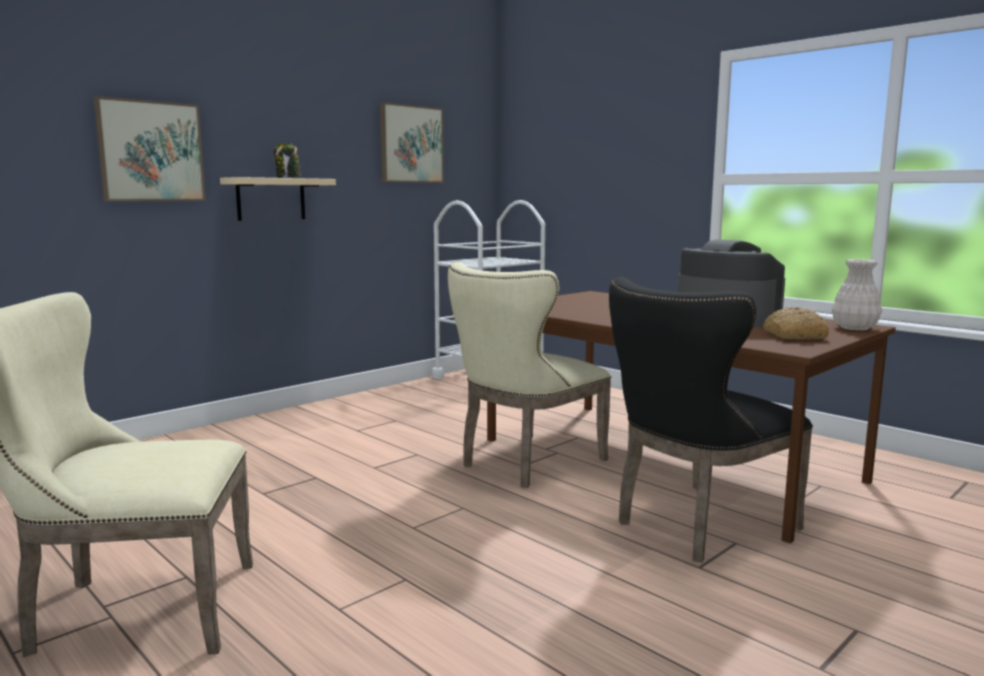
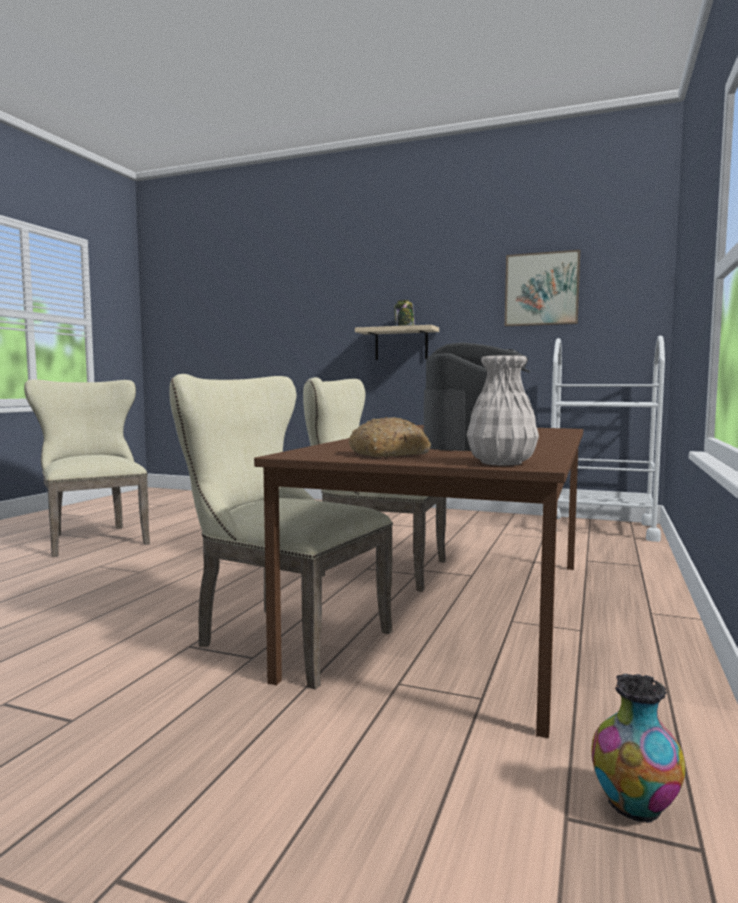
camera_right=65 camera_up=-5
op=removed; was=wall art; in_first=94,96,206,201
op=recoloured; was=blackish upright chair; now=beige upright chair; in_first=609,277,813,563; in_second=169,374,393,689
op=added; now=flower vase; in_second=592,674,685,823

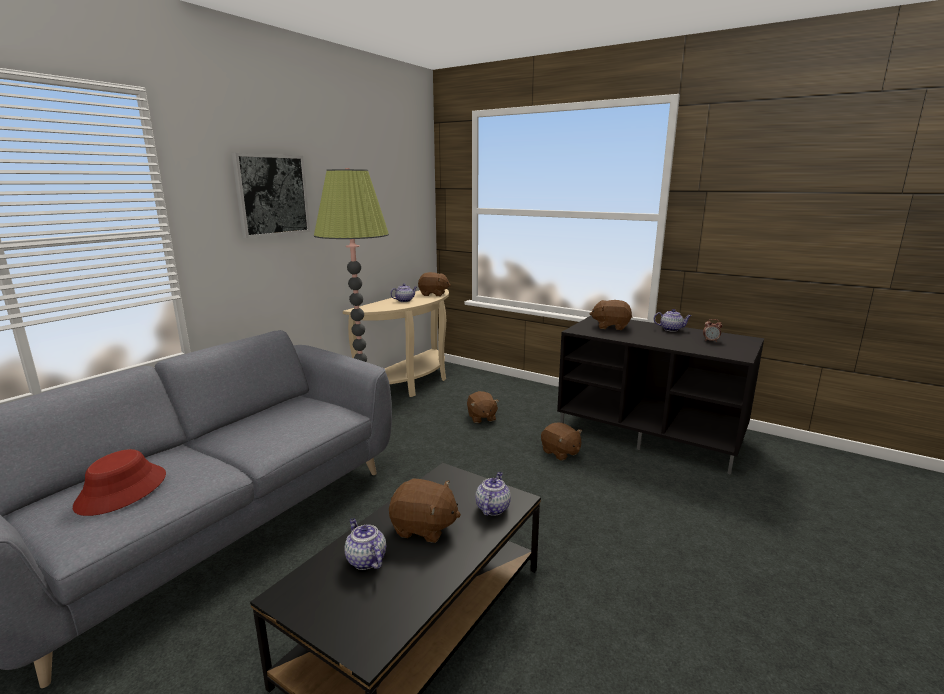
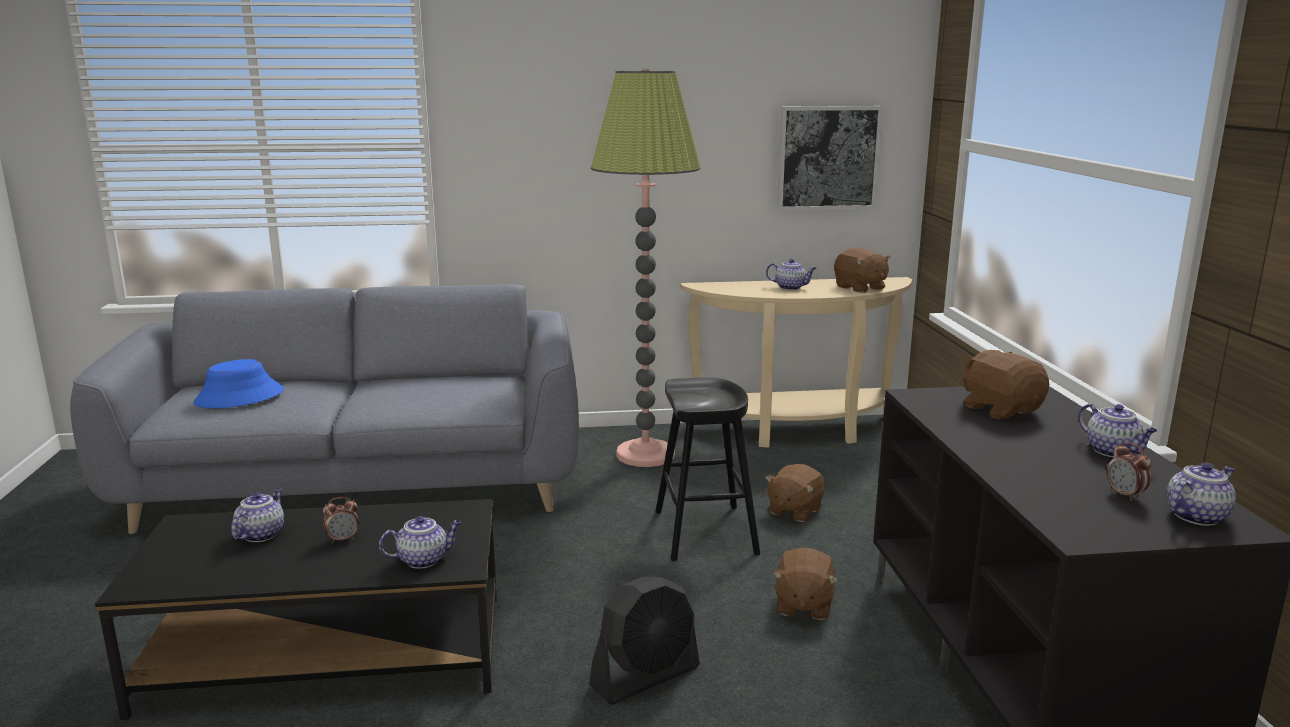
camera_right=50 camera_up=0
op=moved; was=wall art; in_first=232,153,310,238; in_second=777,106,883,210
op=recoloured; was=red-coloured hat; now=blue-coloured hat; in_first=73,449,166,516; in_second=194,359,284,408
op=replaced; was=brown plush toy; now=bedside clock; in_first=389,479,461,543; in_second=323,497,359,543
op=added; now=blackish stool; in_second=655,377,760,561
op=added; now=teapot; in_second=1166,463,1236,526
op=added; now=blackish fan; in_second=589,577,700,705

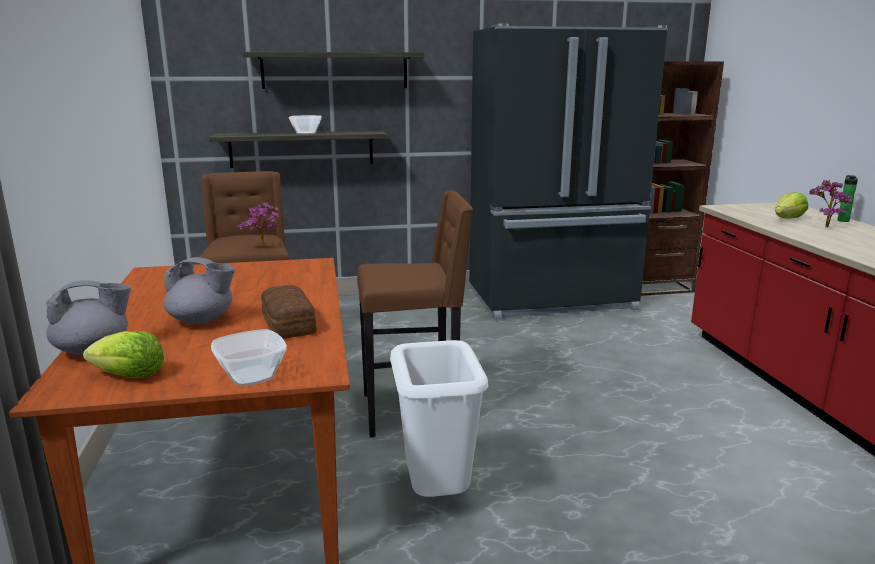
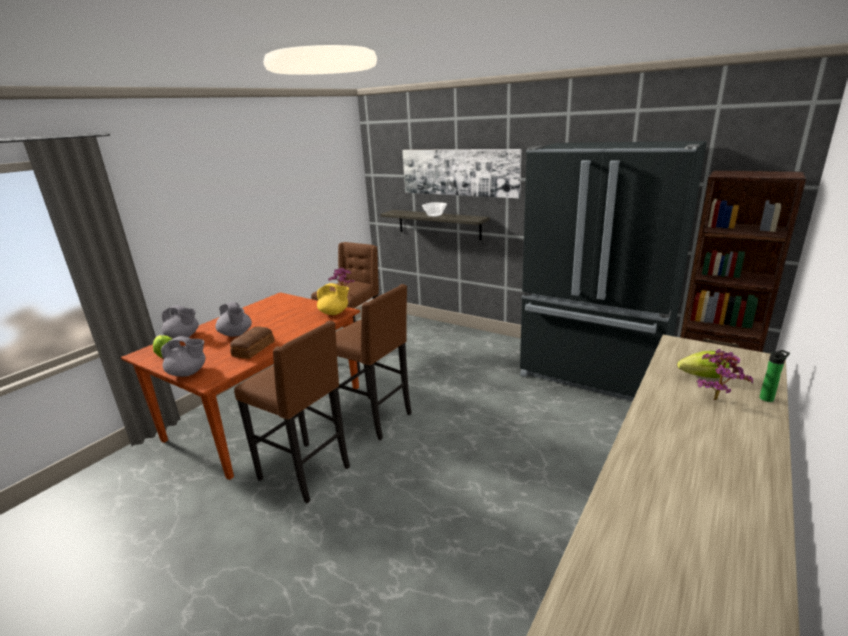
camera_right=45 camera_up=5
op=replaced; was=bracket shelf; now=wall art; in_first=243,52,424,89; in_second=402,149,521,198
op=replaced; was=deep dish; now=greyish teapot; in_first=211,329,287,386; in_second=161,336,205,377
op=replaced; was=white waste bin; now=brown stool; in_first=390,340,488,497; in_second=234,321,350,503
op=added; now=yellow teapot; in_second=317,283,349,315

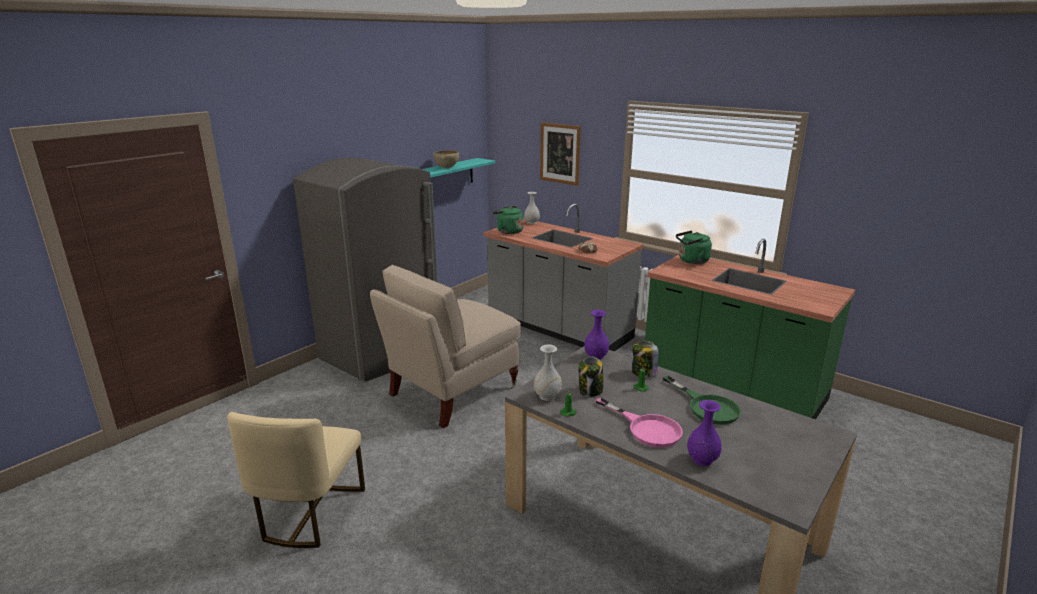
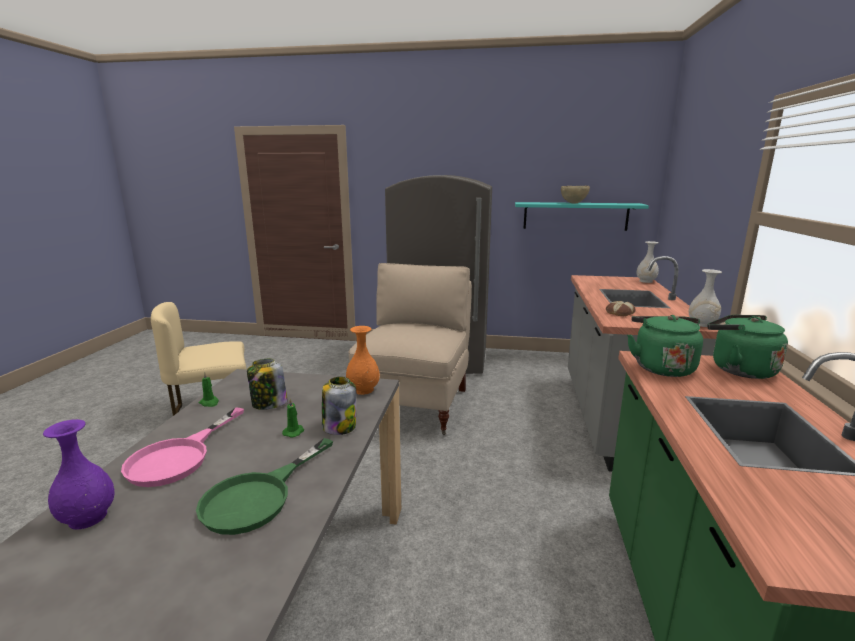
camera_right=60 camera_up=-5
op=removed; was=wall art; in_first=540,122,581,186
op=moved; was=greenish water kettle; in_first=492,206,524,234; in_second=627,315,703,377
op=turned; was=beige upright chair; in_first=370,265,521,428; in_second=348,263,472,435; clockwise=90
op=recoloured; was=purple flower vase; now=orangey flower vase; in_first=584,310,609,360; in_second=346,326,380,395
op=moved; was=white flower vase; in_first=534,345,562,401; in_second=689,269,722,327

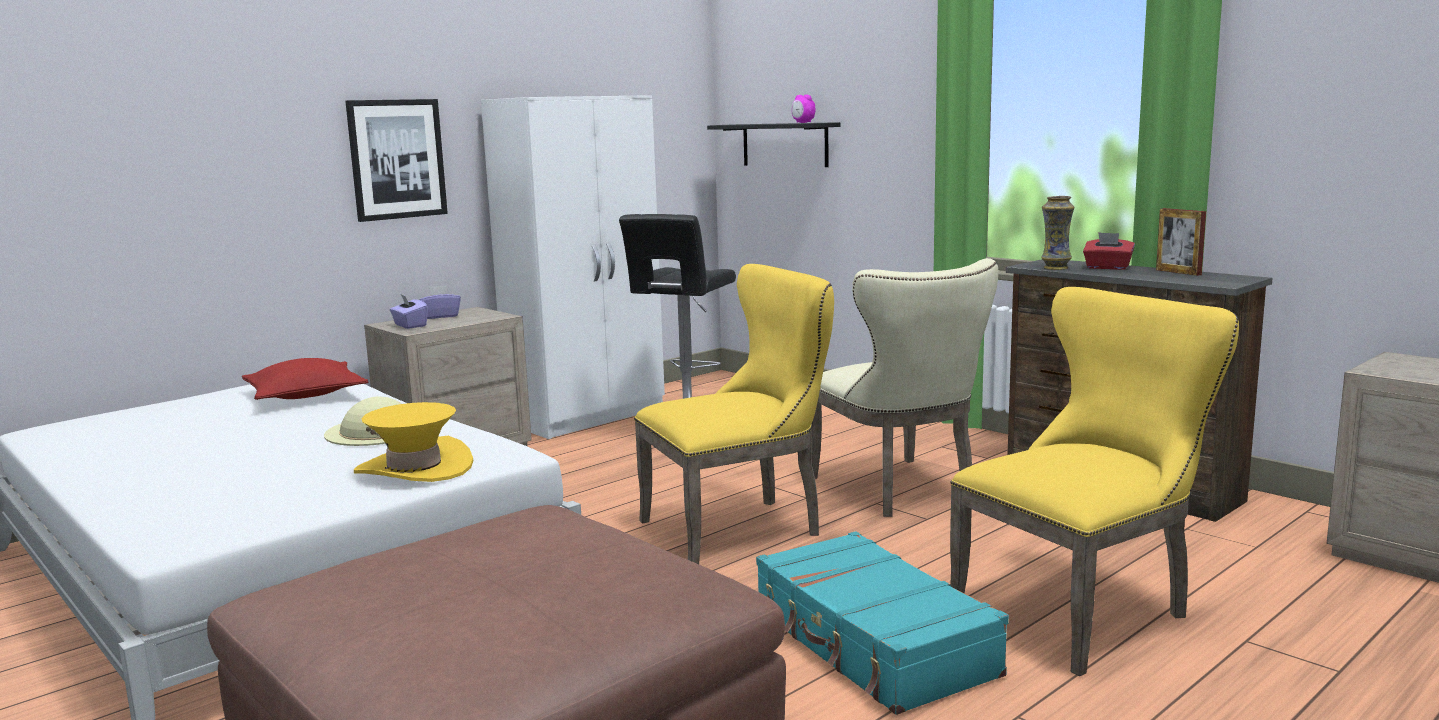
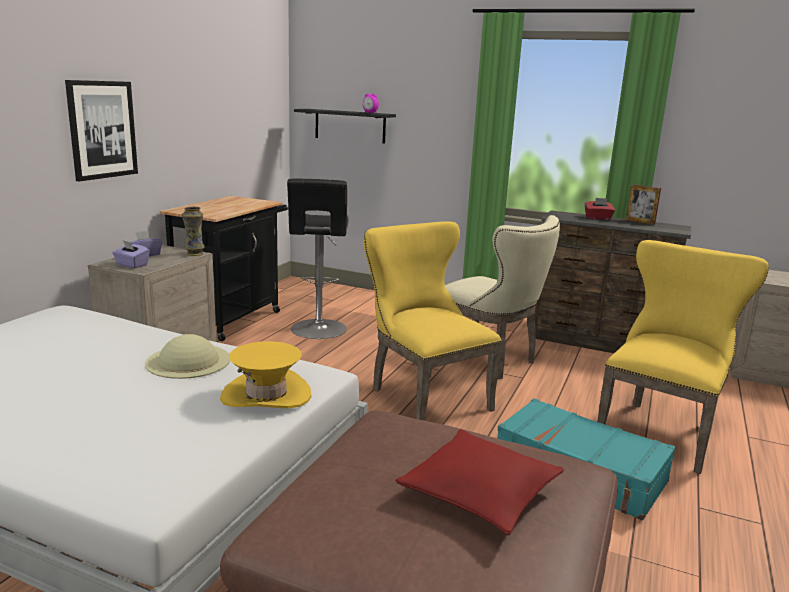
camera_right=-25 camera_up=5
op=replaced; was=white armoire; now=blackish wheeled cart; in_first=481,95,665,439; in_second=160,196,288,341
op=moved; was=flower vase; in_first=1041,196,1074,270; in_second=182,207,205,256
op=turned; was=yellow upright chair; in_first=634,264,834,564; in_second=363,221,502,421; clockwise=-75
op=moved; was=red-coloured pillow; in_first=242,358,368,400; in_second=395,429,564,535

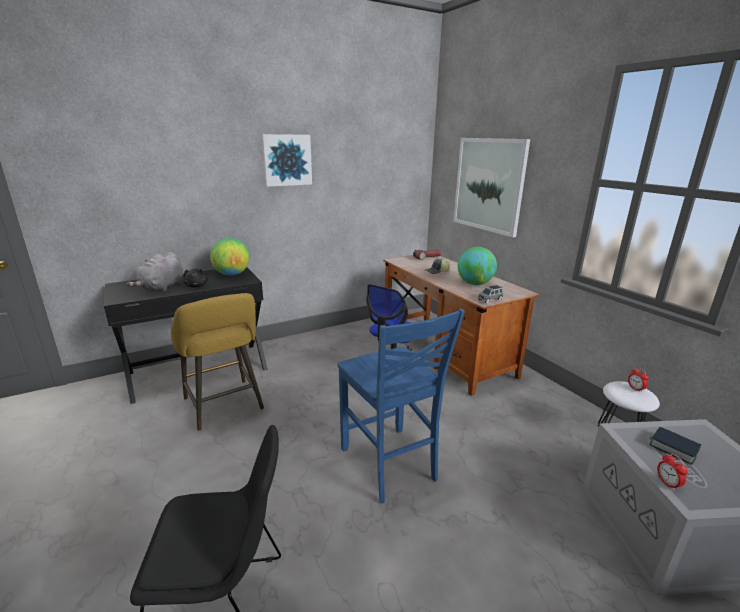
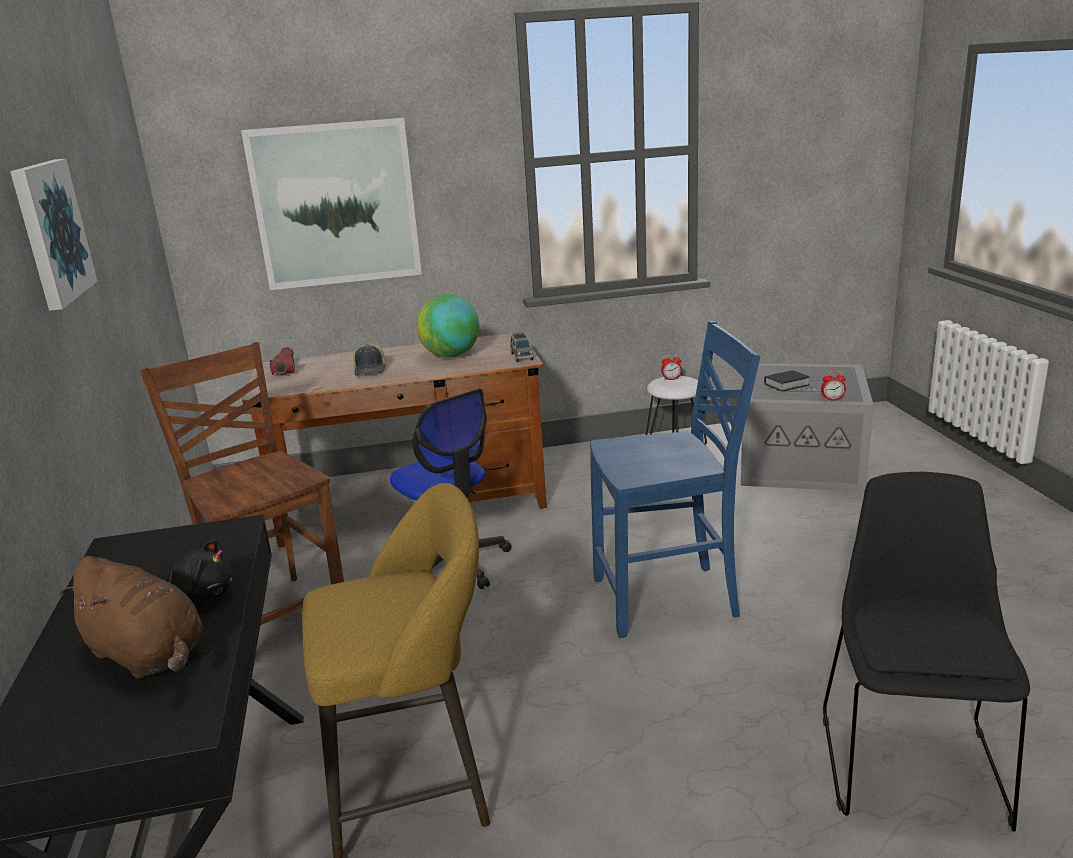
camera_right=-70 camera_up=0
op=removed; was=globe; in_first=210,238,250,276
op=recoloured; was=greyish plush toy; now=brown plush toy; in_first=126,252,184,292; in_second=59,556,204,679
op=added; now=brown upright chair; in_second=140,342,344,625

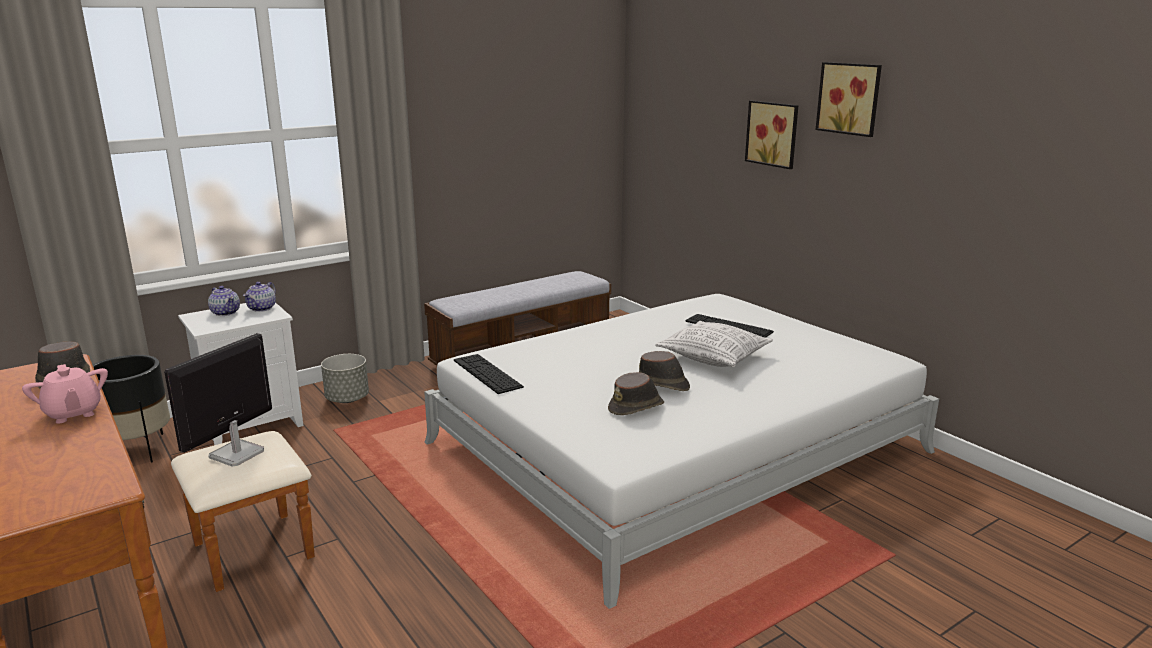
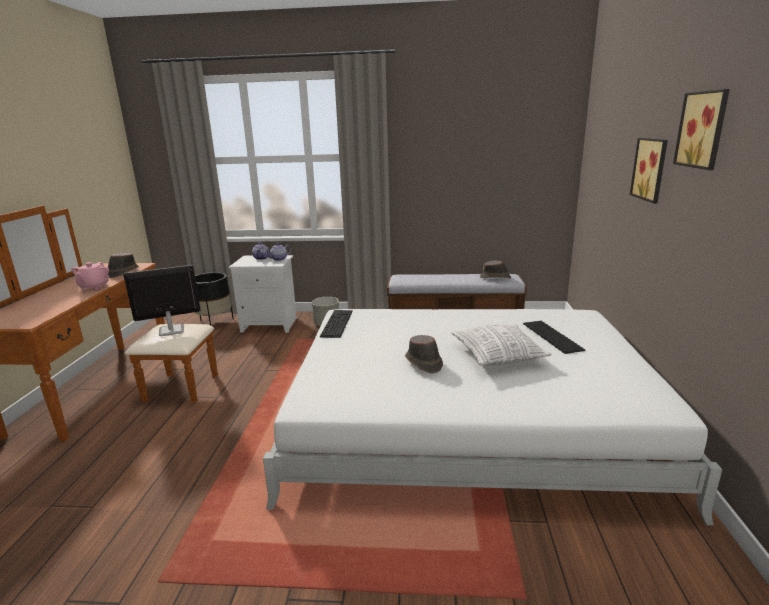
camera_right=40 camera_up=0
op=moved; was=brown hat; in_first=608,372,664,415; in_second=480,260,511,279

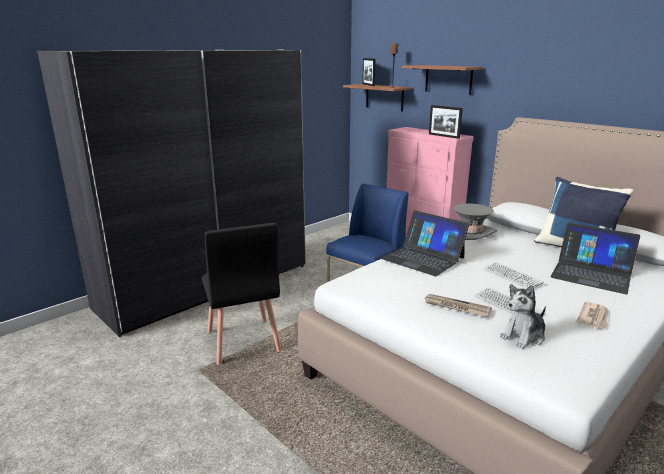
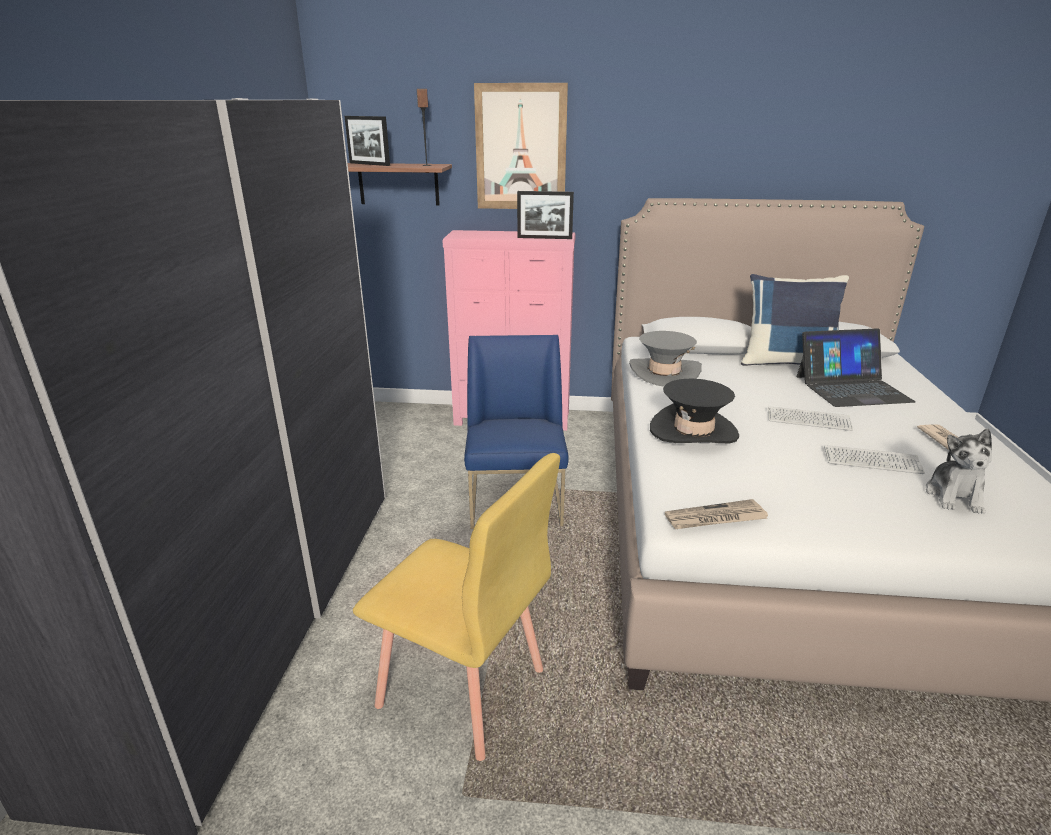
camera_right=-40 camera_up=5
op=replaced; was=bracket shelf; now=wall art; in_first=402,65,483,95; in_second=474,83,568,209
op=replaced; was=portable computer; now=blackish hat; in_first=381,210,469,276; in_second=650,378,739,444
op=recoloured; was=blackish upright chair; now=yellow upright chair; in_first=202,223,282,365; in_second=353,453,560,761
op=moved; was=newspaper; in_first=424,294,492,317; in_second=665,499,768,529

